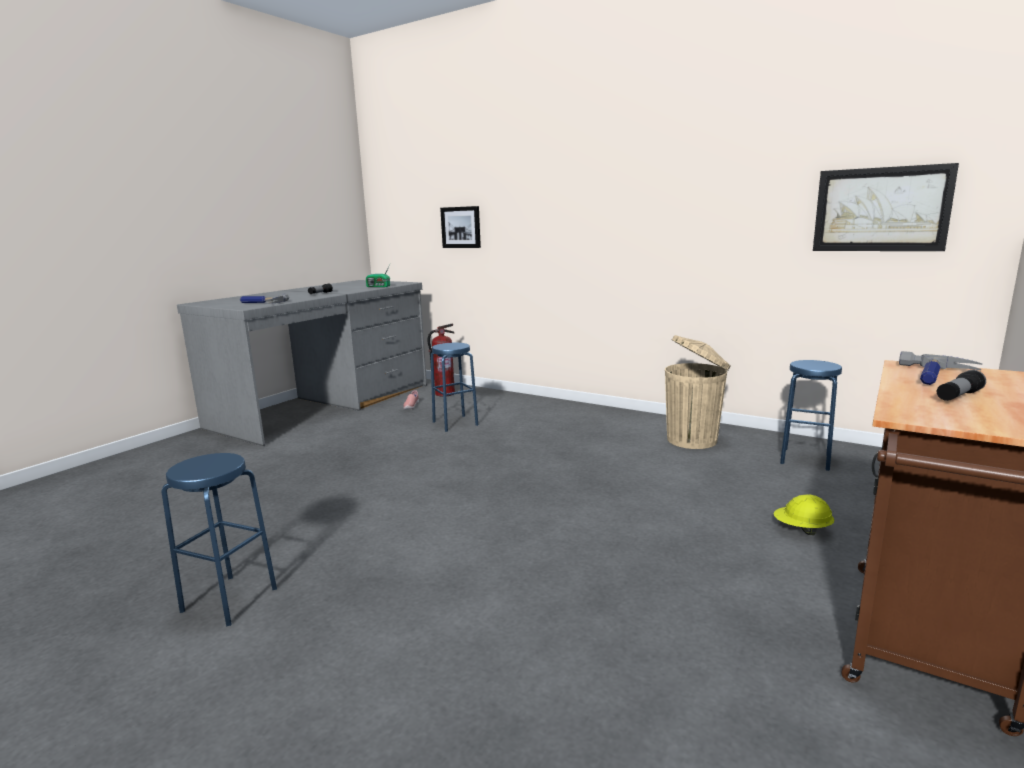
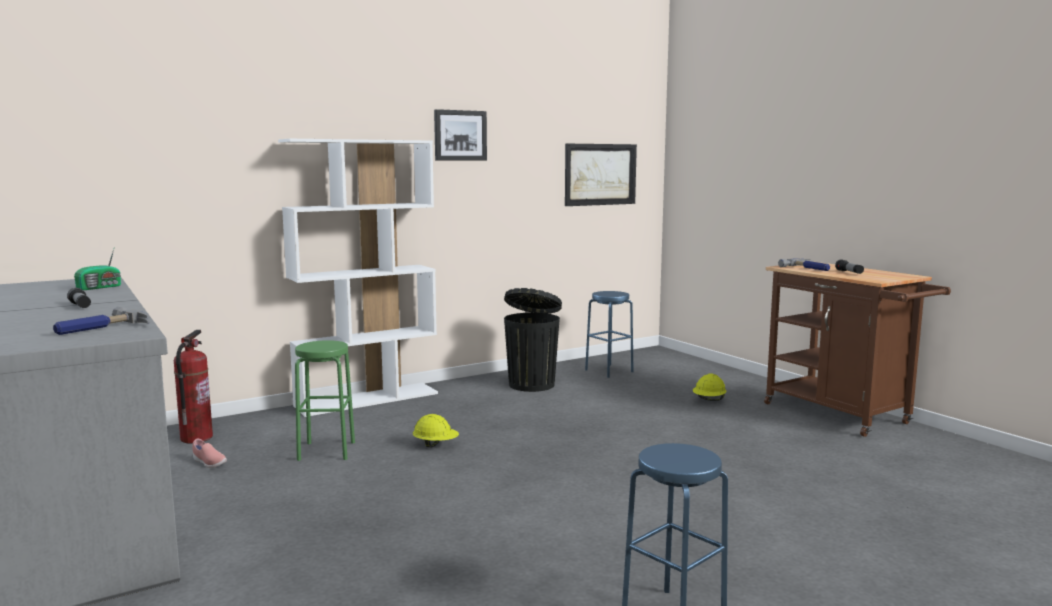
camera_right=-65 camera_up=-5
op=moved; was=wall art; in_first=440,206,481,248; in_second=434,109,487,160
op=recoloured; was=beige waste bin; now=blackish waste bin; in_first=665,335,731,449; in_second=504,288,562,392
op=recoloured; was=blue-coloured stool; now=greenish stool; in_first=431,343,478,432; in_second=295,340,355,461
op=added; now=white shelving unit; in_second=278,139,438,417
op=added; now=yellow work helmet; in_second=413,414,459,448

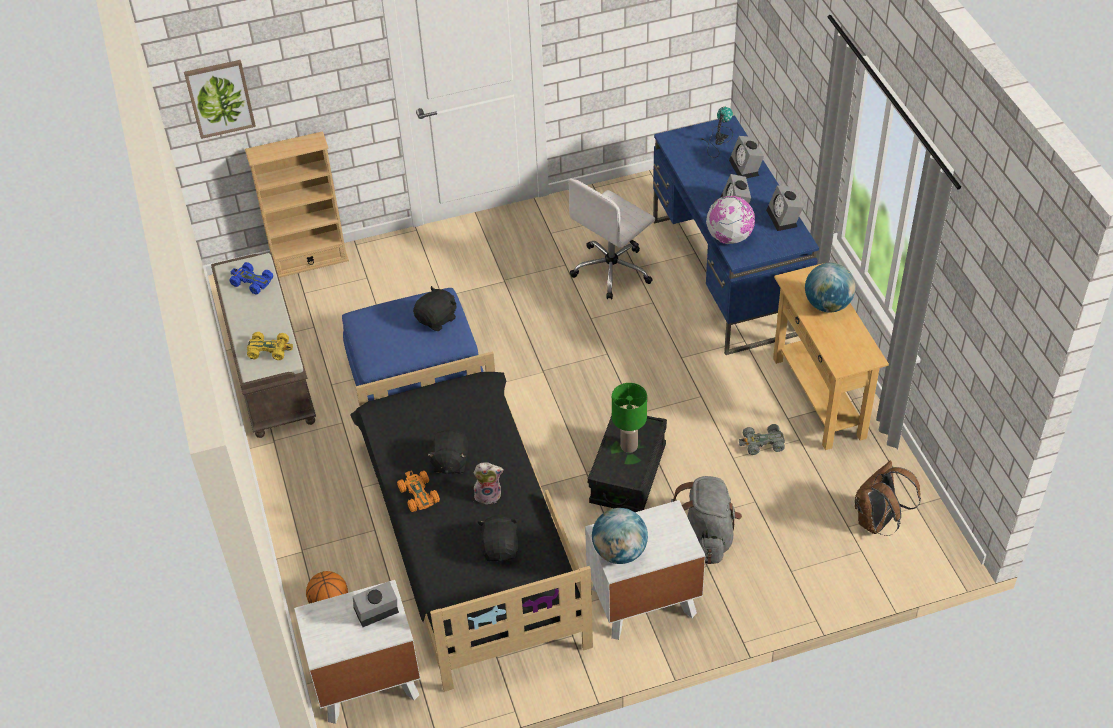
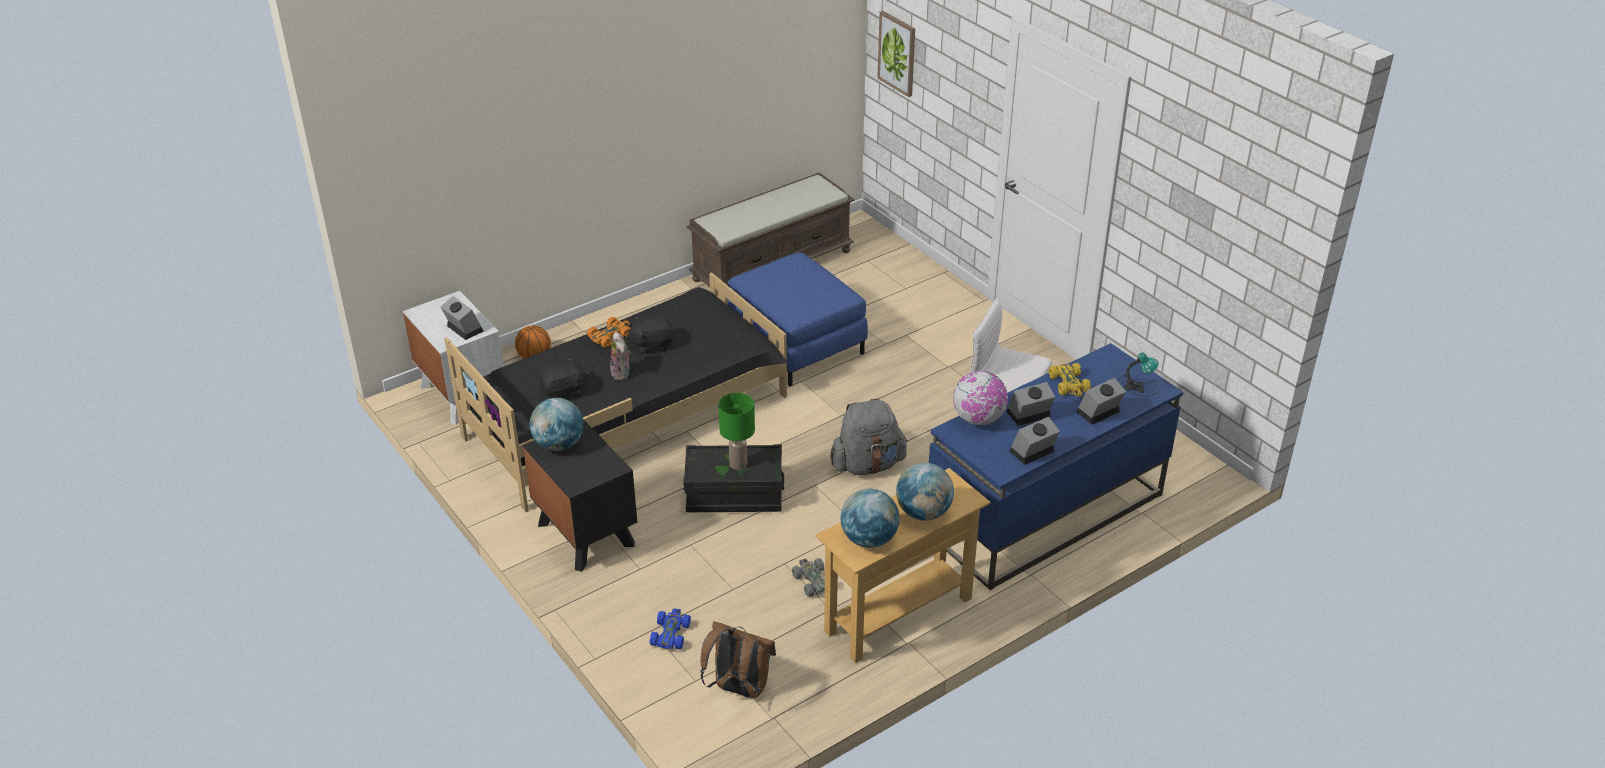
camera_right=70 camera_up=-10
op=removed; was=beige shelving unit; in_first=245,131,349,278
op=moved; was=blue-coloured model car; in_first=229,262,273,295; in_second=649,608,691,650
op=removed; was=blackish plush toy; in_first=413,286,457,331
op=moved; was=yellow model car; in_first=247,332,293,360; in_second=1048,363,1091,397
op=moved; was=greyish knapsack; in_first=671,476,742,564; in_second=830,399,908,475
op=recoloured; was=white bedside table; now=blackish bedside table; in_first=585,500,705,640; in_second=523,420,637,572
op=added; now=globe; in_second=841,489,900,548

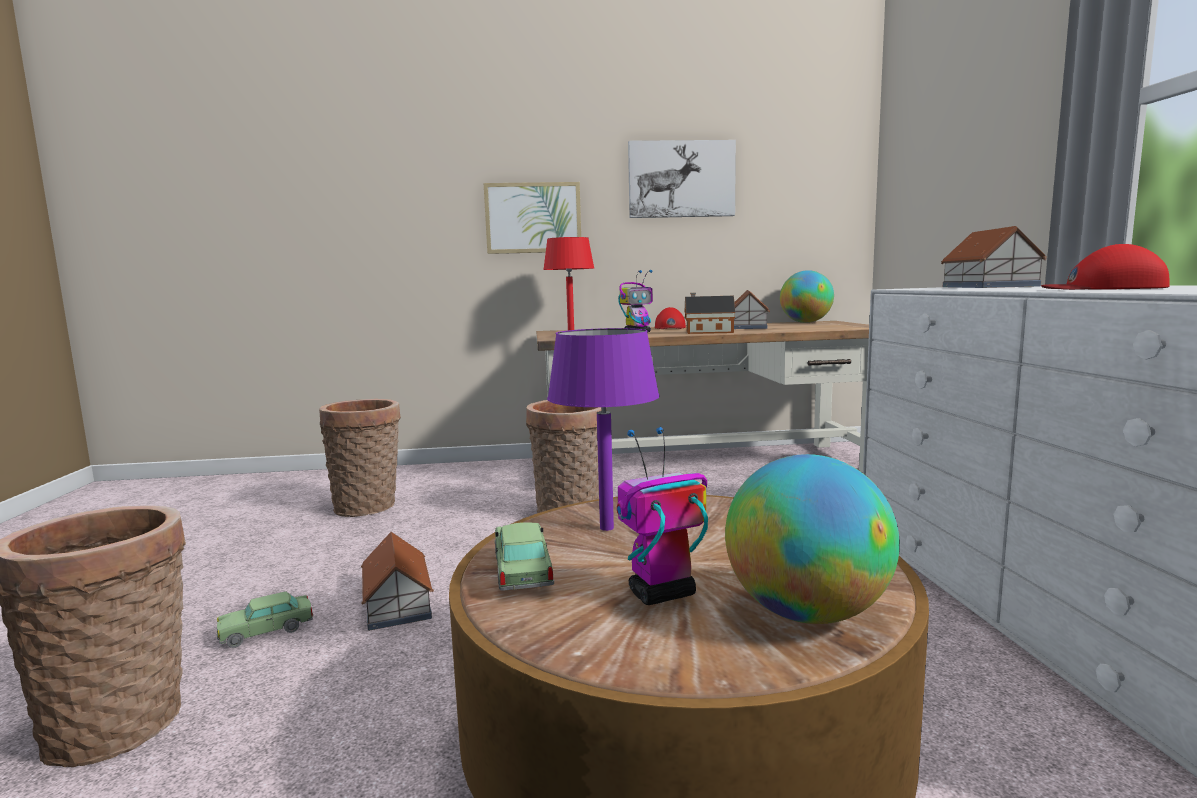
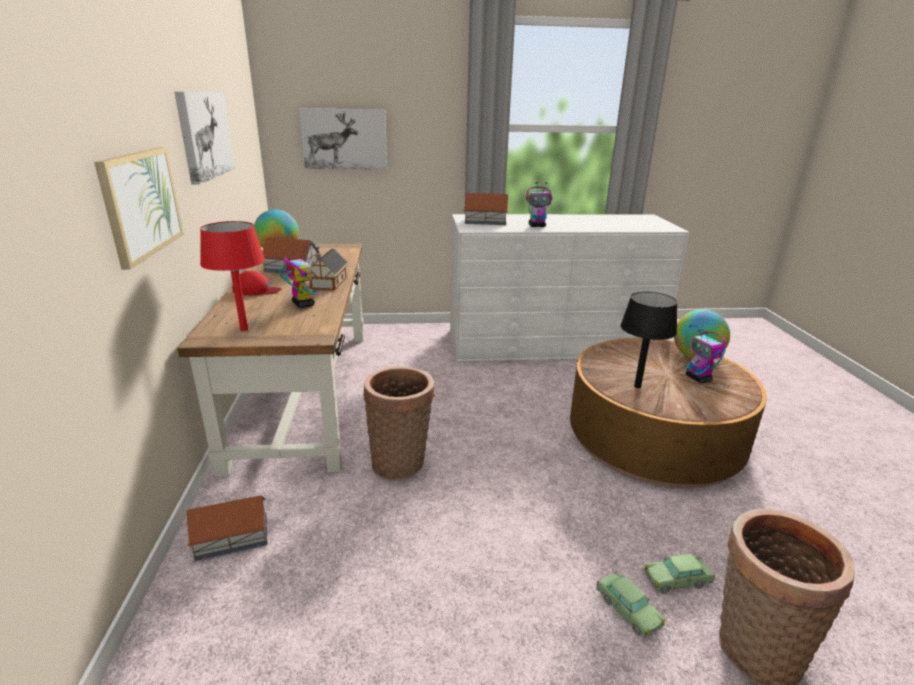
camera_right=-90 camera_up=15
op=removed; was=red-coloured cap; in_first=1041,244,1169,290
op=recoloured; was=purple table lamp; now=blackish table lamp; in_first=547,328,660,531; in_second=620,292,678,388
op=removed; was=storage basket; in_first=319,399,401,517
op=moved; was=model car; in_first=494,522,554,591; in_second=644,554,715,594
op=moved; was=model house; in_first=361,532,434,631; in_second=187,496,268,561
op=added; now=wall art; in_second=299,108,387,170
op=added; now=robot figure; in_second=526,182,553,227

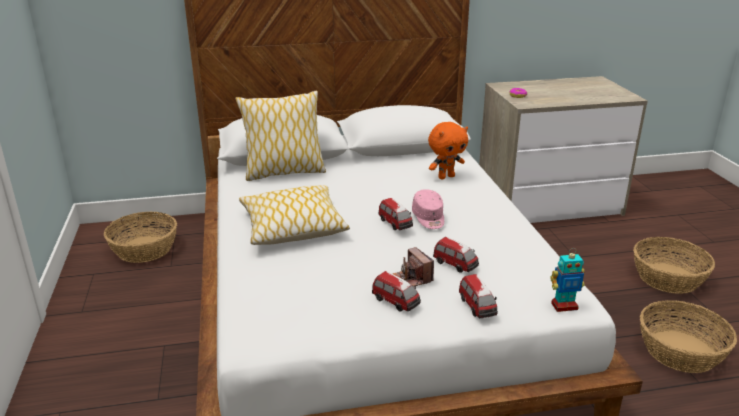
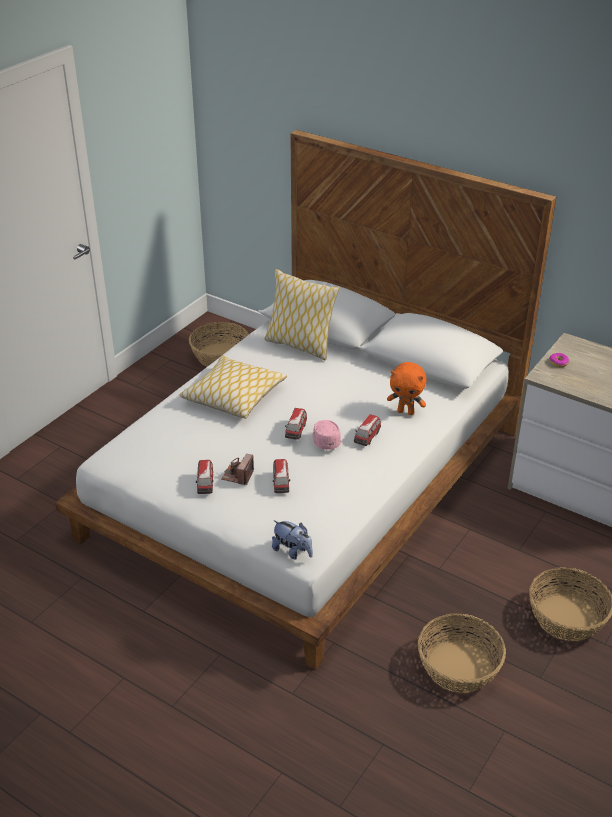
camera_right=45 camera_up=10
op=turned; was=pink-coloured cap; in_first=412,189,444,229; in_second=312,420,341,450; clockwise=135
op=replaced; was=robot figure; now=plush toy; in_first=550,248,585,312; in_second=272,520,313,560
op=moved; was=model car; in_first=459,274,498,318; in_second=354,414,381,446

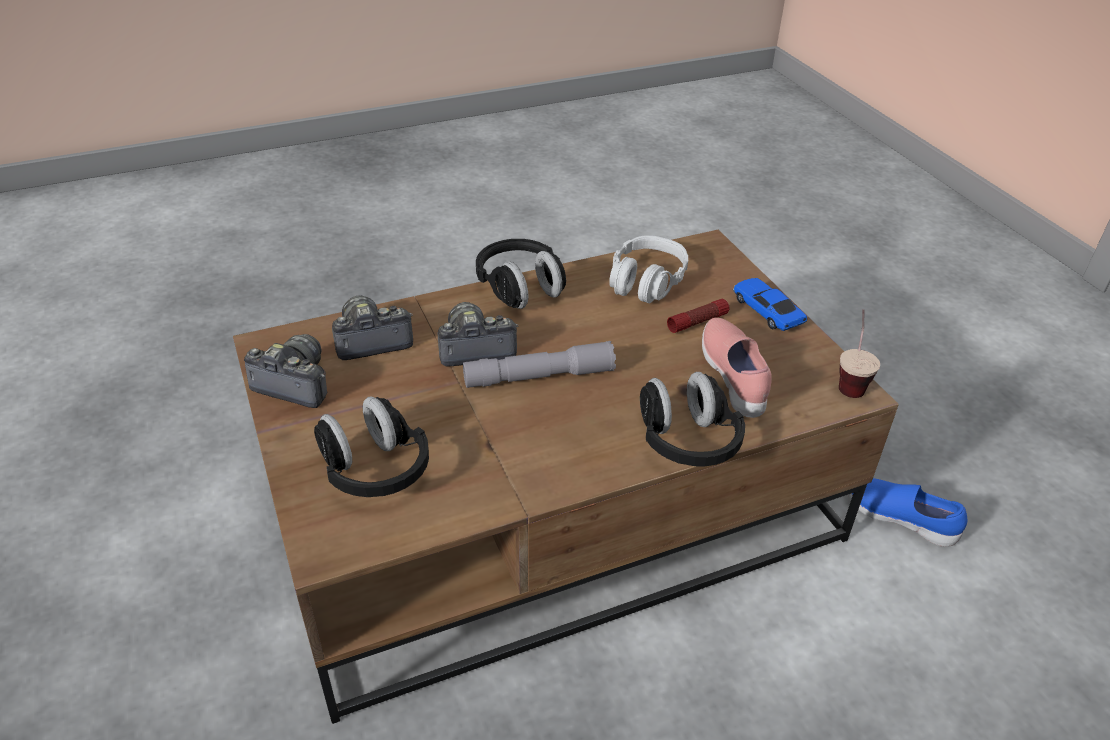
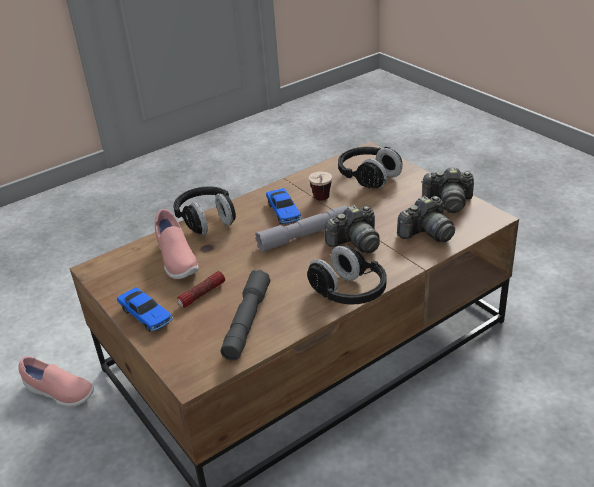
camera_right=170 camera_up=-5
op=replaced; was=greyish headset; now=greyish flashlight; in_first=609,235,688,303; in_second=221,270,271,360
op=moved; was=cup; in_first=839,309,880,398; in_second=309,172,332,201
op=recoloured; was=blue-coloured low shoe; now=pink-coloured low shoe; in_first=848,478,967,547; in_second=18,356,94,407
op=added; now=model car; in_second=266,188,302,224

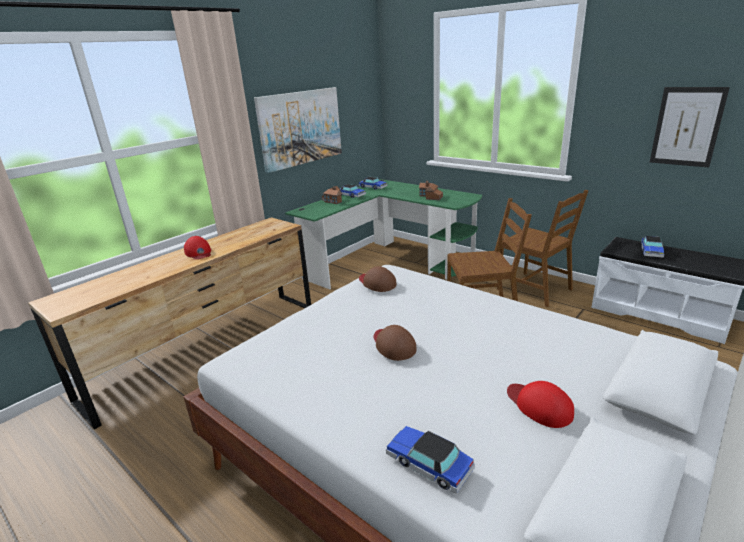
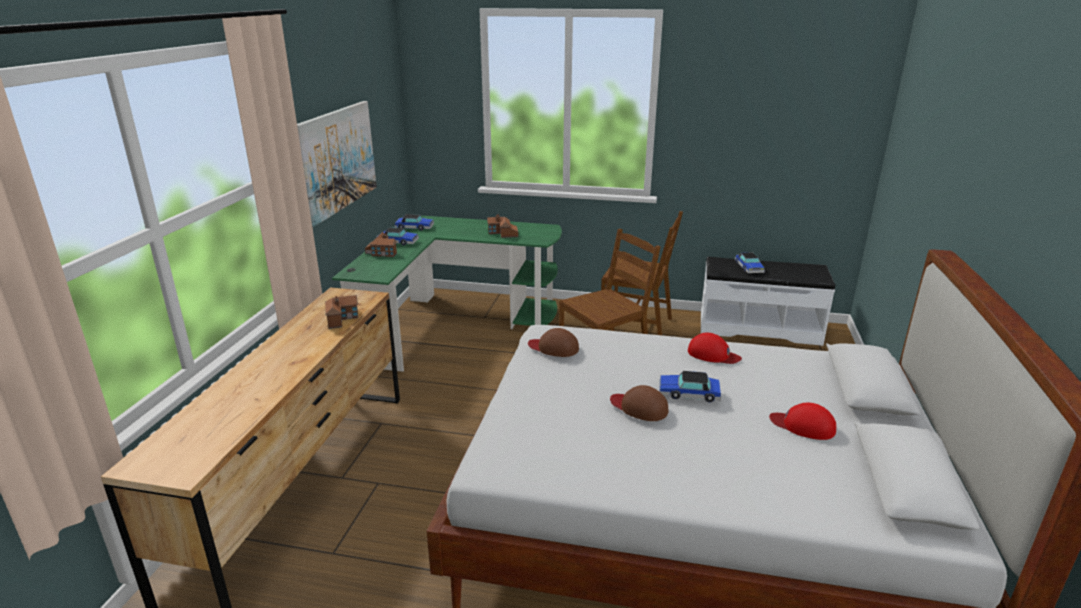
camera_right=-30 camera_up=0
op=removed; was=wall art; in_first=650,87,730,168
op=moved; was=red-coloured cap; in_first=184,236,211,259; in_second=688,333,742,364
op=moved; was=model car; in_first=386,426,475,494; in_second=659,371,721,402
op=added; now=model house; in_second=325,295,358,329

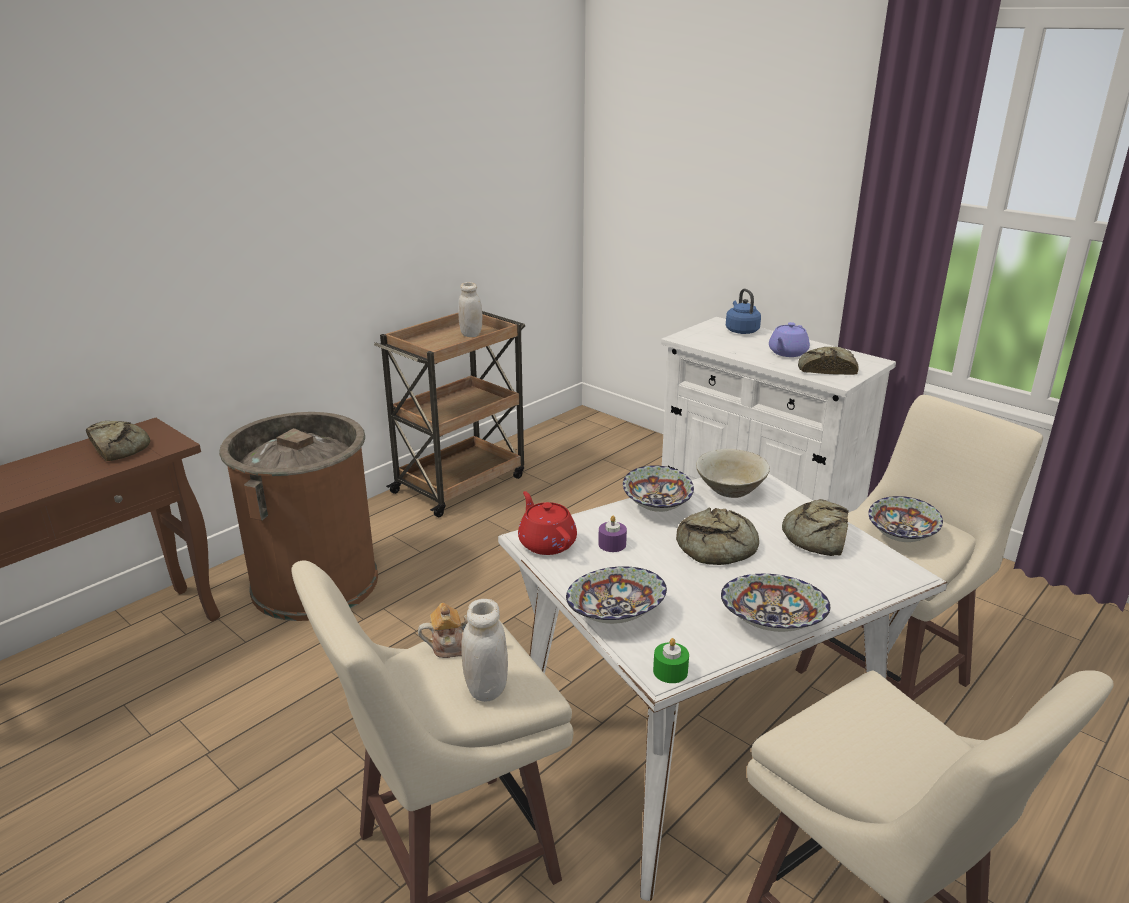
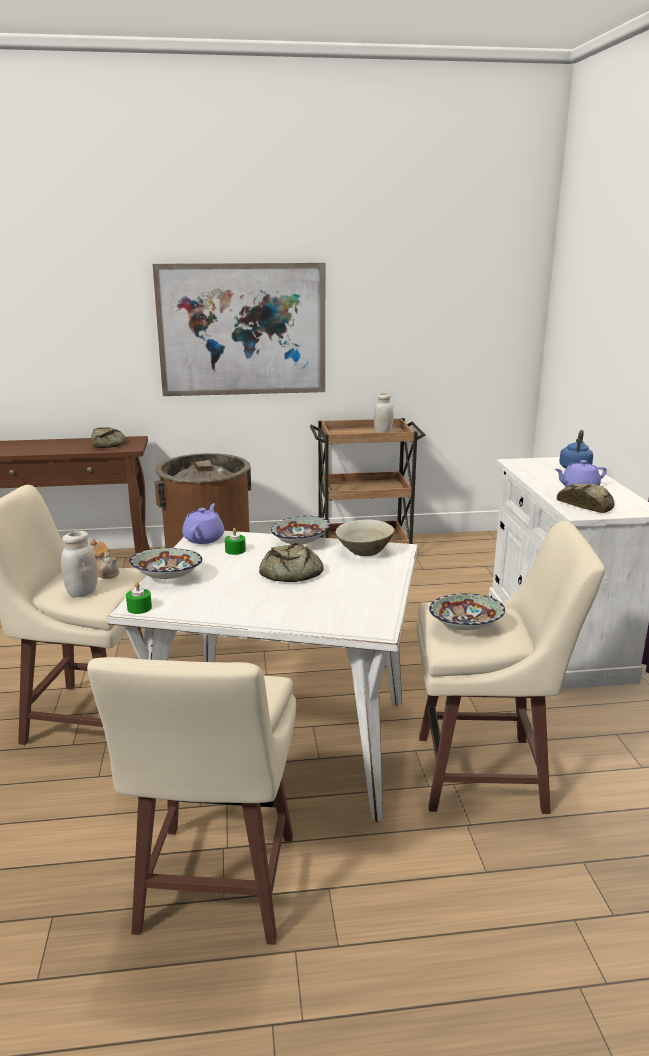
camera_right=40 camera_up=-5
op=recoloured; was=red-coloured teapot; now=purple teapot; in_first=518,491,577,555; in_second=182,503,224,544
op=removed; was=bakery bread; in_first=782,499,849,556
op=recoloured; was=purple wax candle; now=greenish wax candle; in_first=598,515,627,552; in_second=225,528,246,555
op=removed; was=deep dish; in_first=721,574,830,632
op=added; now=wall art; in_second=153,263,325,396

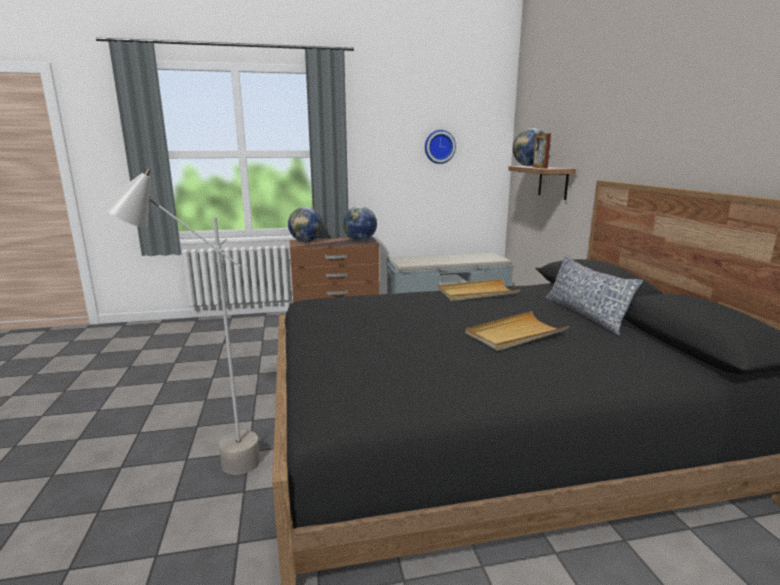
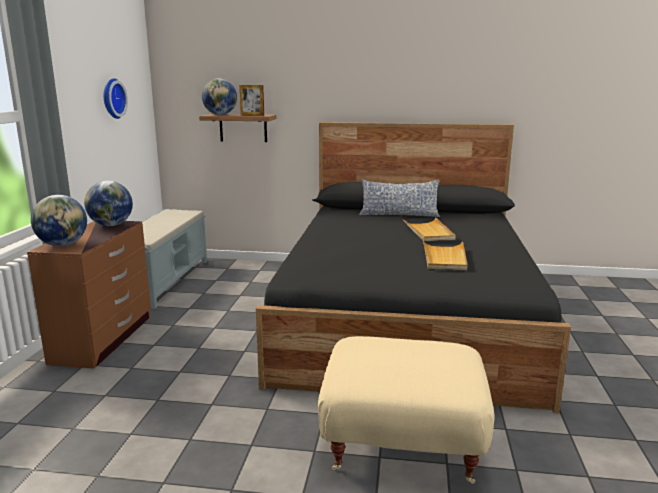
camera_right=-70 camera_up=0
op=replaced; was=greyish standing lamp; now=beige footrest; in_first=100,169,260,475; in_second=318,336,495,484
op=moved; was=beige serving tray; in_first=438,279,520,301; in_second=423,241,468,270

